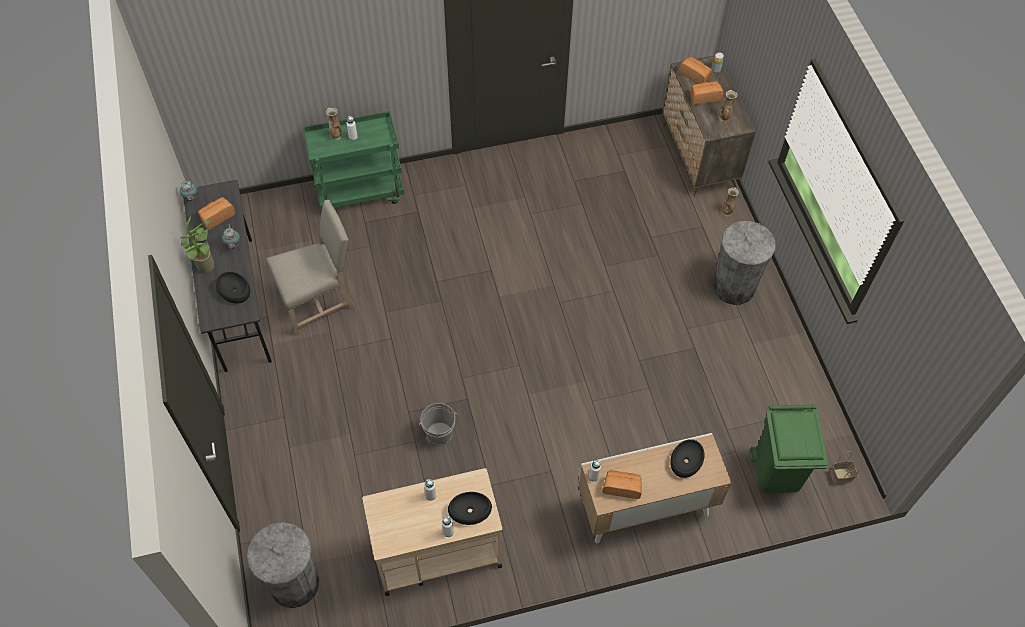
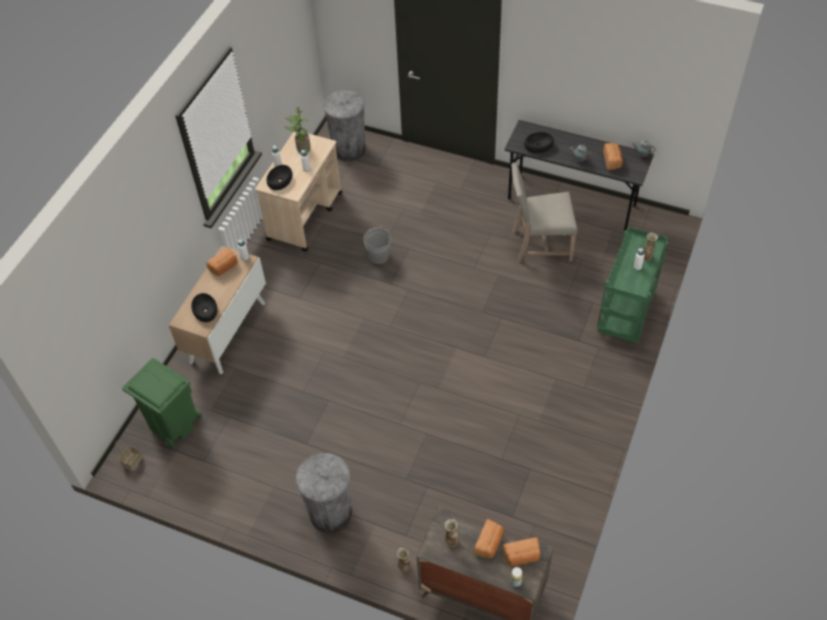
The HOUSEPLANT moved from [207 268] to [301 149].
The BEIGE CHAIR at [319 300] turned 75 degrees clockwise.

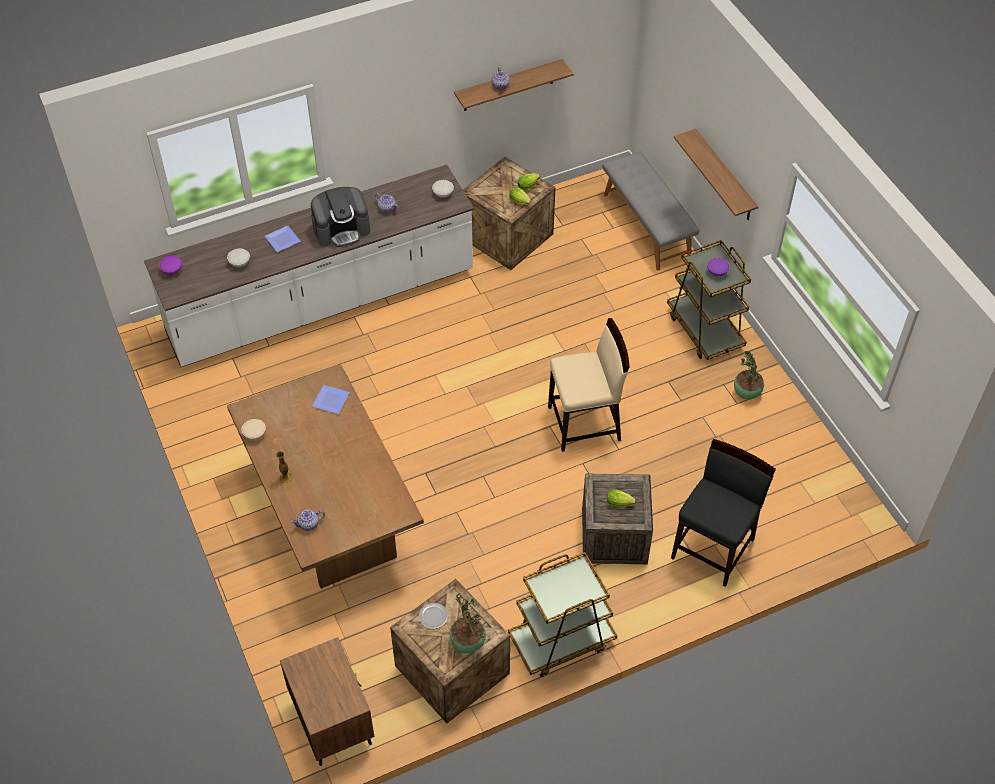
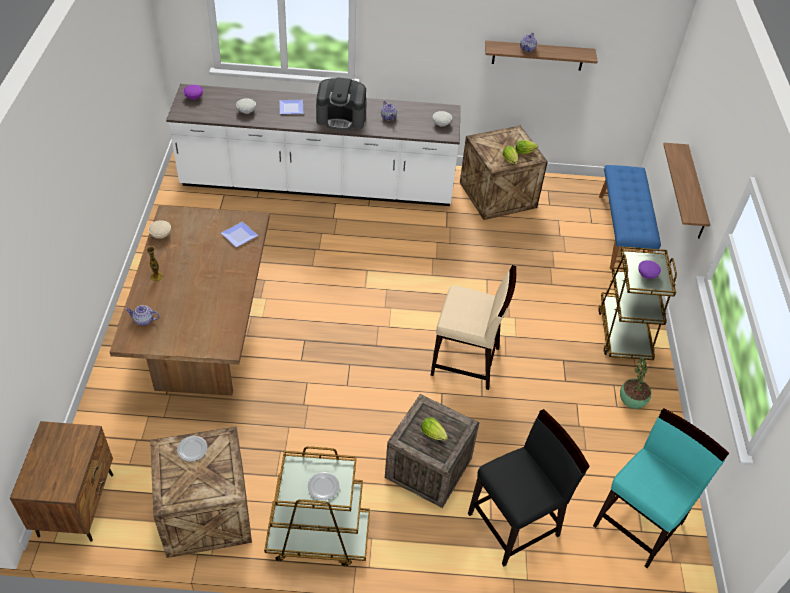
The HOUSEPLANT at [467 642] disappeared.
The GREYISH LONG SEAT at [647 226] became the BLUISH LONG SEAT at [622 232].
The DINNER PLATE at [323 487] appeared.
The TURQUOISE CHAIR at [639 524] appeared.

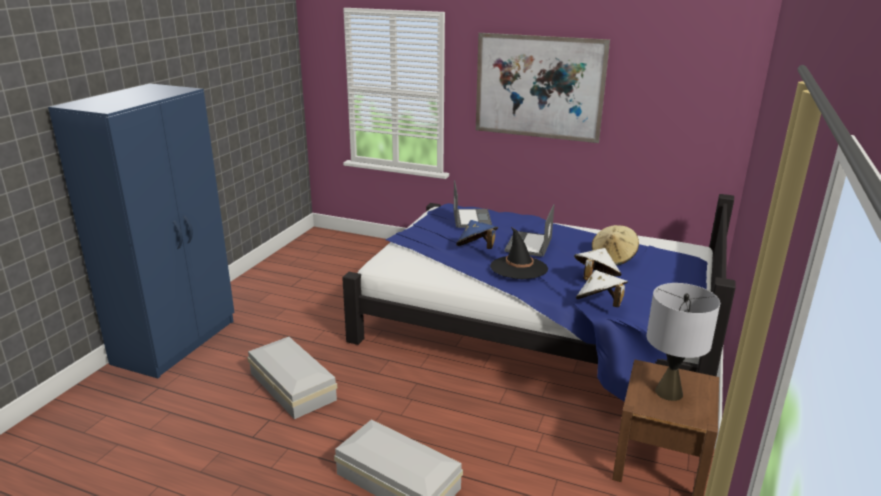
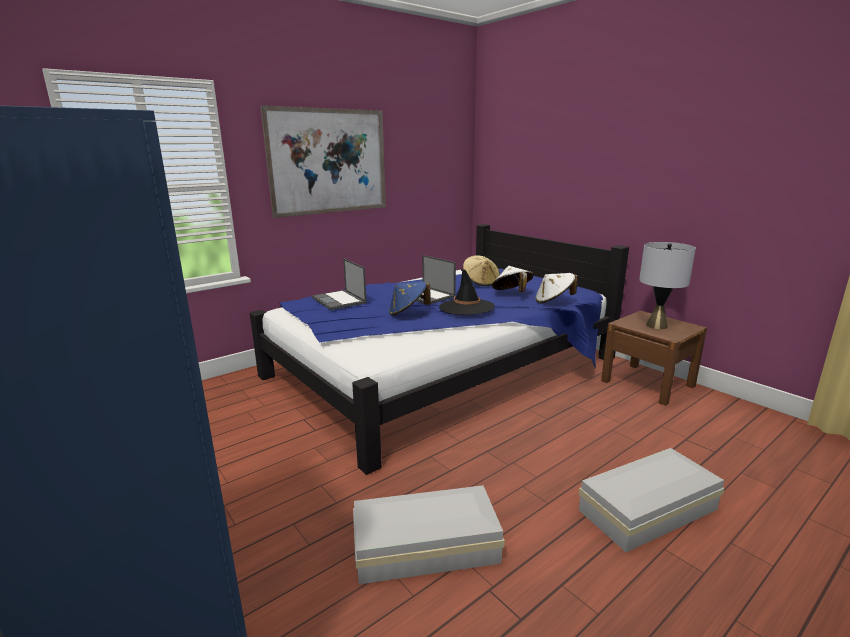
The PORTABLE COMPUTER at [471 218] turned 150 degrees counterclockwise.

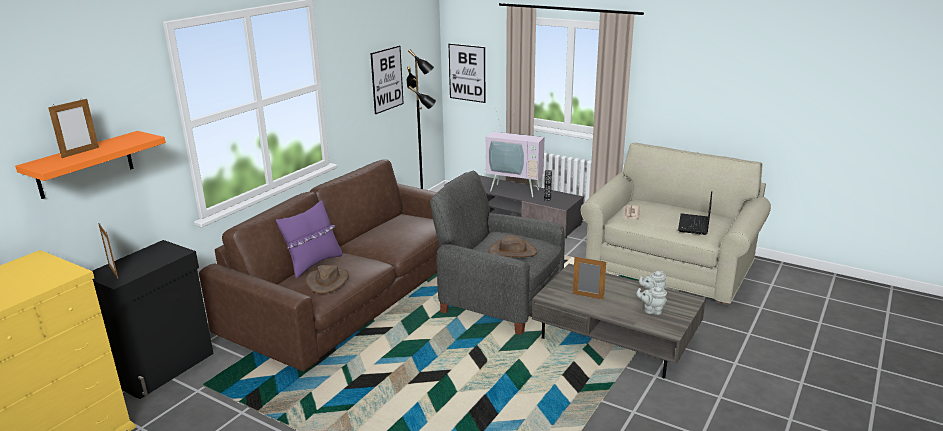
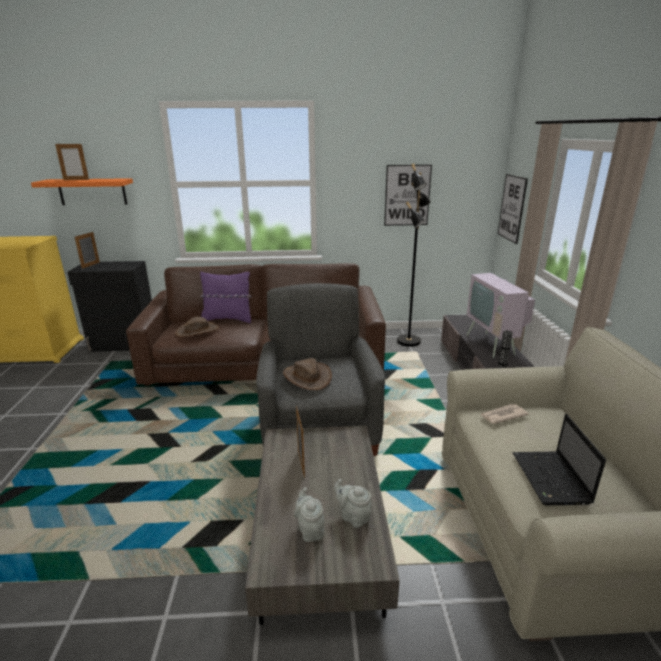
The PORTABLE COMPUTER at [694 225] turned 75 degrees counterclockwise.

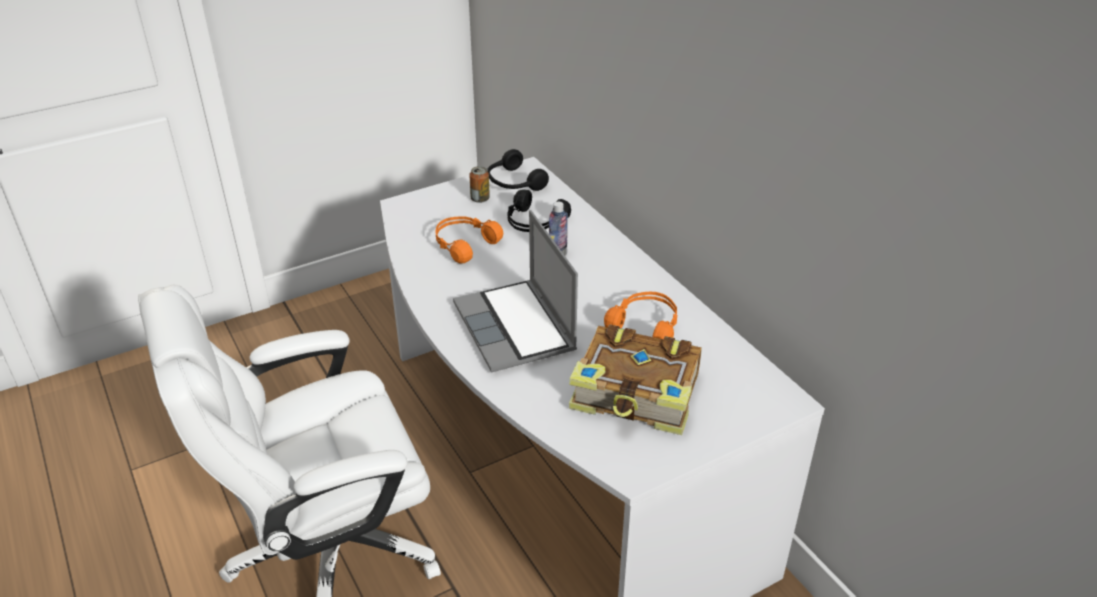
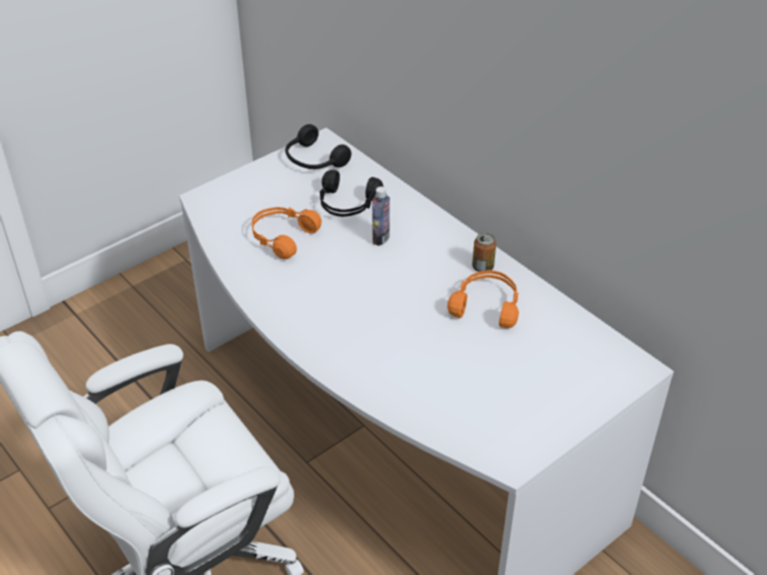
The PORTABLE COMPUTER at [516 328] disappeared.
The CAN moved from [480 199] to [483 267].
The BOOK at [637 394] disappeared.

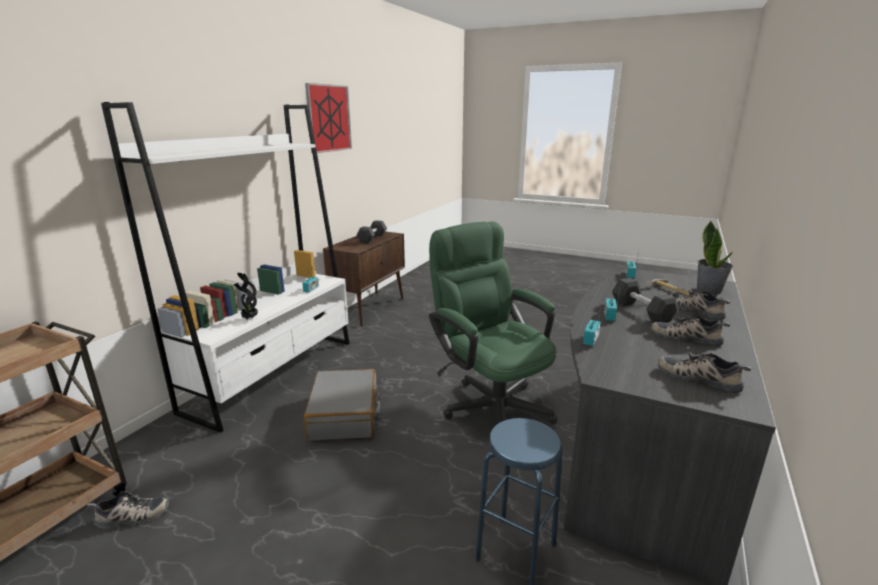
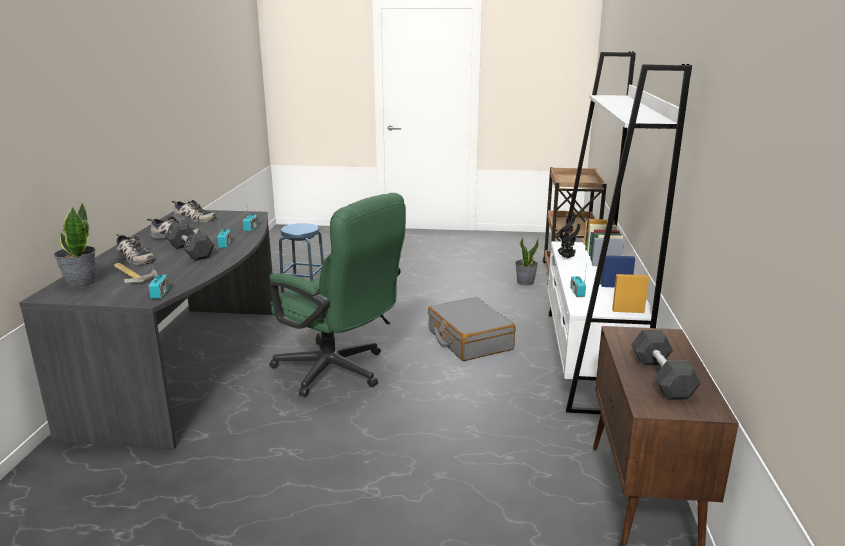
The LOW SHOE at [131 517] was replaced by the HOUSEPLANT at [525 282].
The WALL ART at [329 118] disappeared.

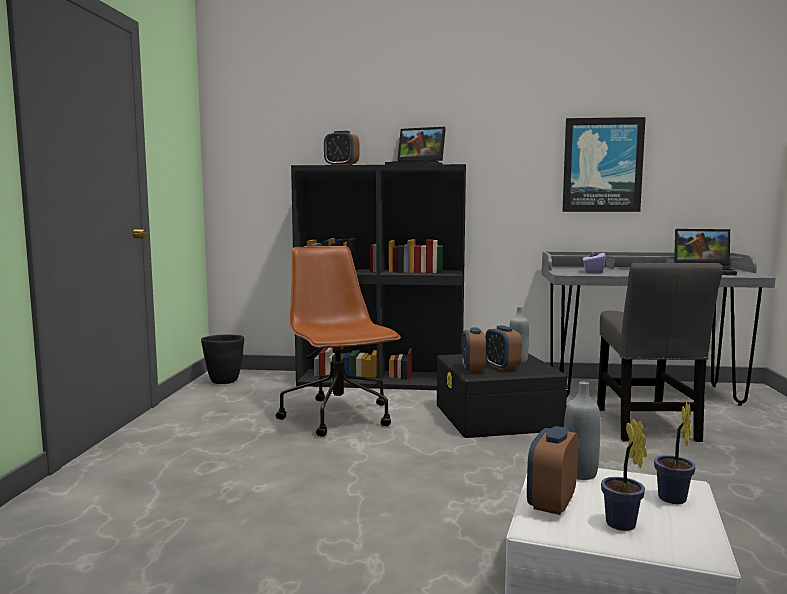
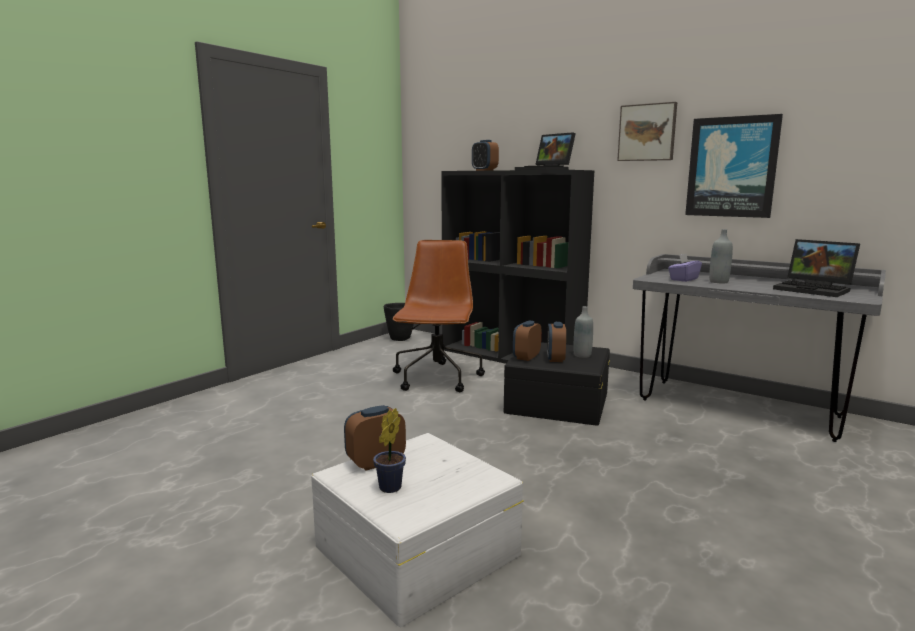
The GREYISH BEVERAGE BOTTLE moved from [579 473] to [718 282].
The GREYISH CHAIR at [646 426] disappeared.
The HOUSEPLANT at [672 500] disappeared.
The WALL ART at [647 132] appeared.

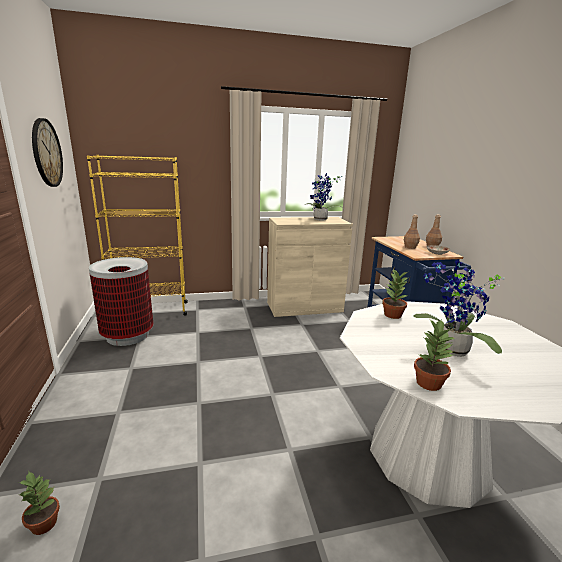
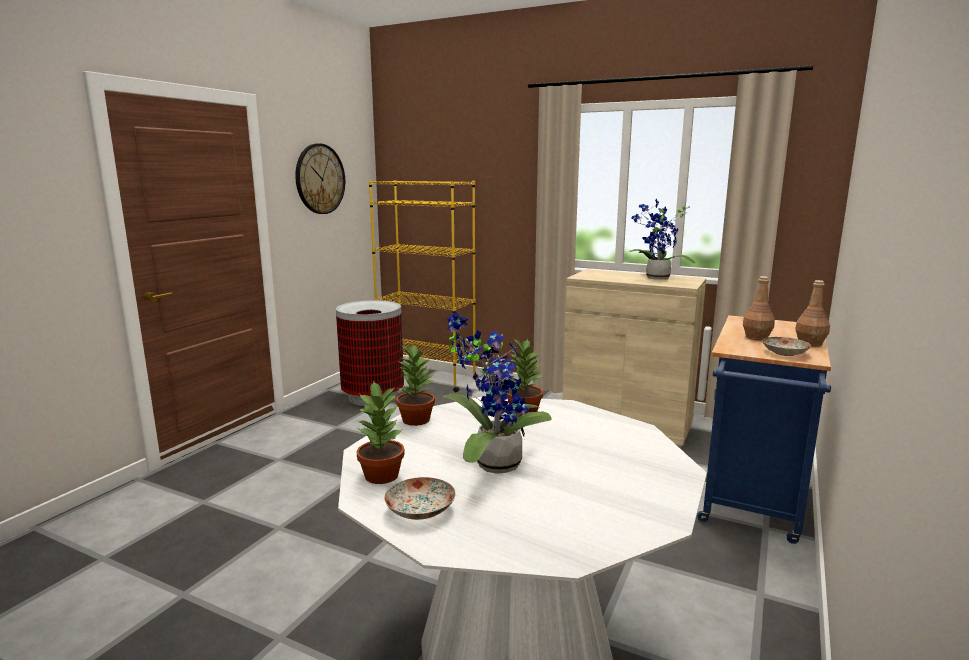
The HOUSEPLANT moved from [43 523] to [415 419].
The DINNER PLATE at [420 511] appeared.

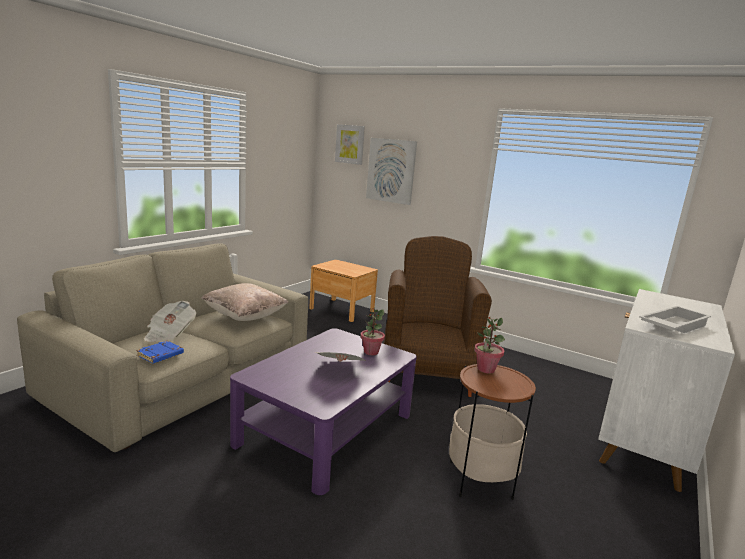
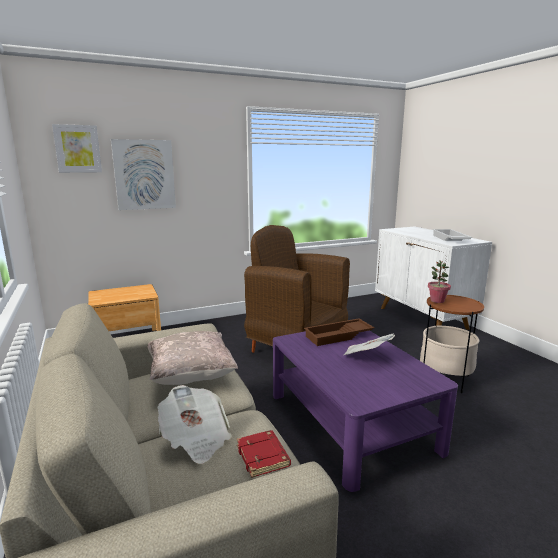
The BLUISH BOOK at [160 355] became the RED-COLOURED BOOK at [263 456].
The HOUSEPLANT at [371 352] was replaced by the BROWNISH SERVING TRAY at [338 336].

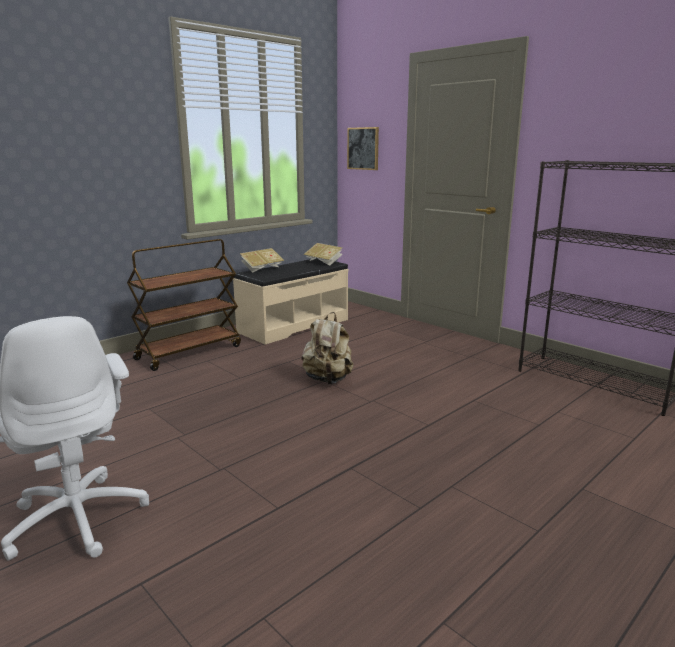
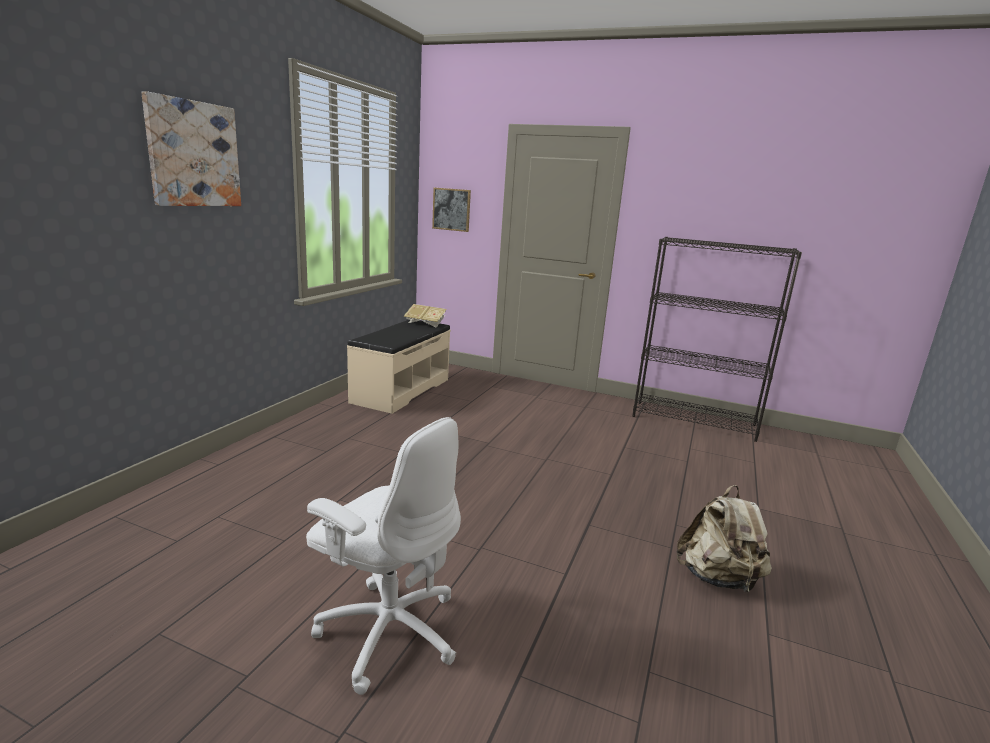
The BROWNISH WHEELED CART at [189 352] disappeared.
The BOOK at [262 268] disappeared.
The BEIGE BACKPACK moved from [328 380] to [718 578].
The WALL ART at [193 154] appeared.

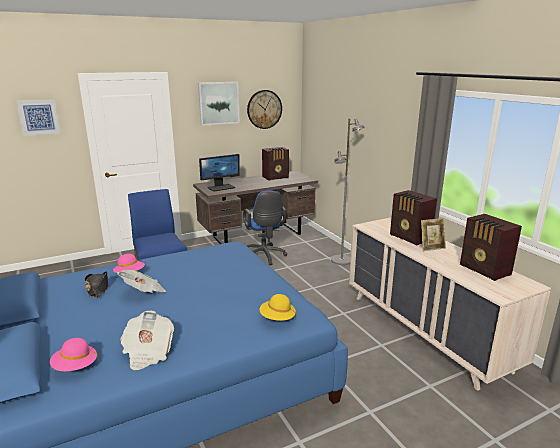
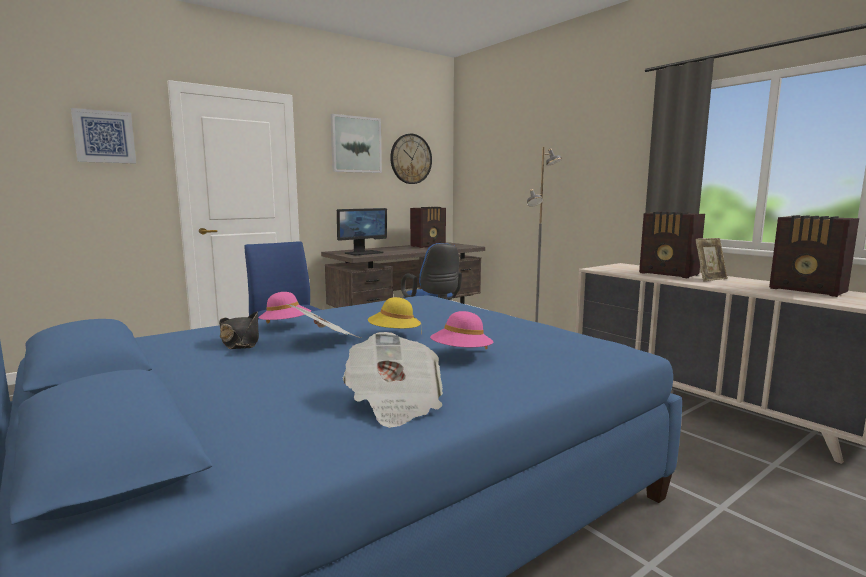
The PINK HAT moved from [75 366] to [461 354].
The YELLOW-COLOURED HAT moved from [277 318] to [394 334].

